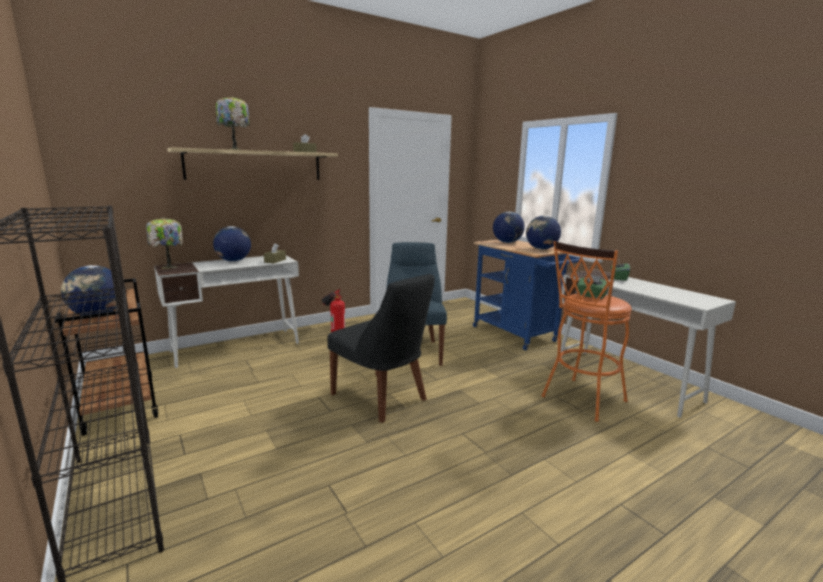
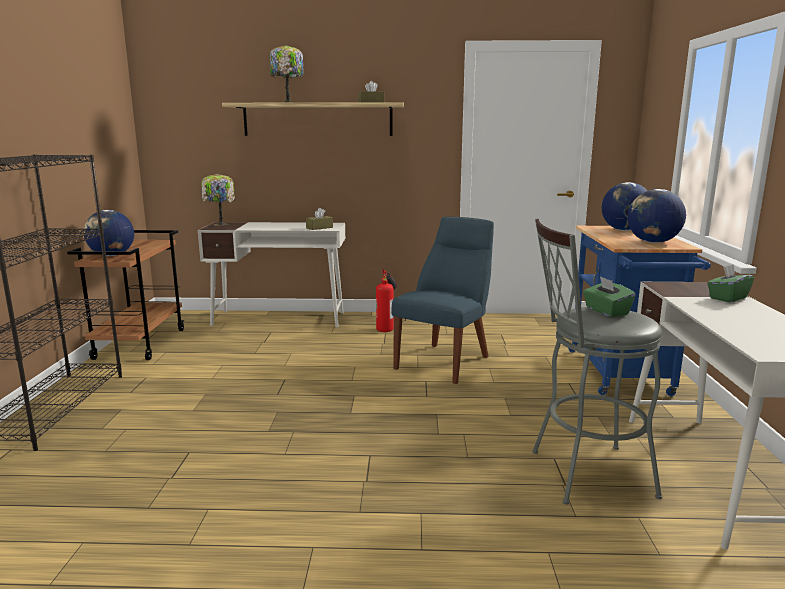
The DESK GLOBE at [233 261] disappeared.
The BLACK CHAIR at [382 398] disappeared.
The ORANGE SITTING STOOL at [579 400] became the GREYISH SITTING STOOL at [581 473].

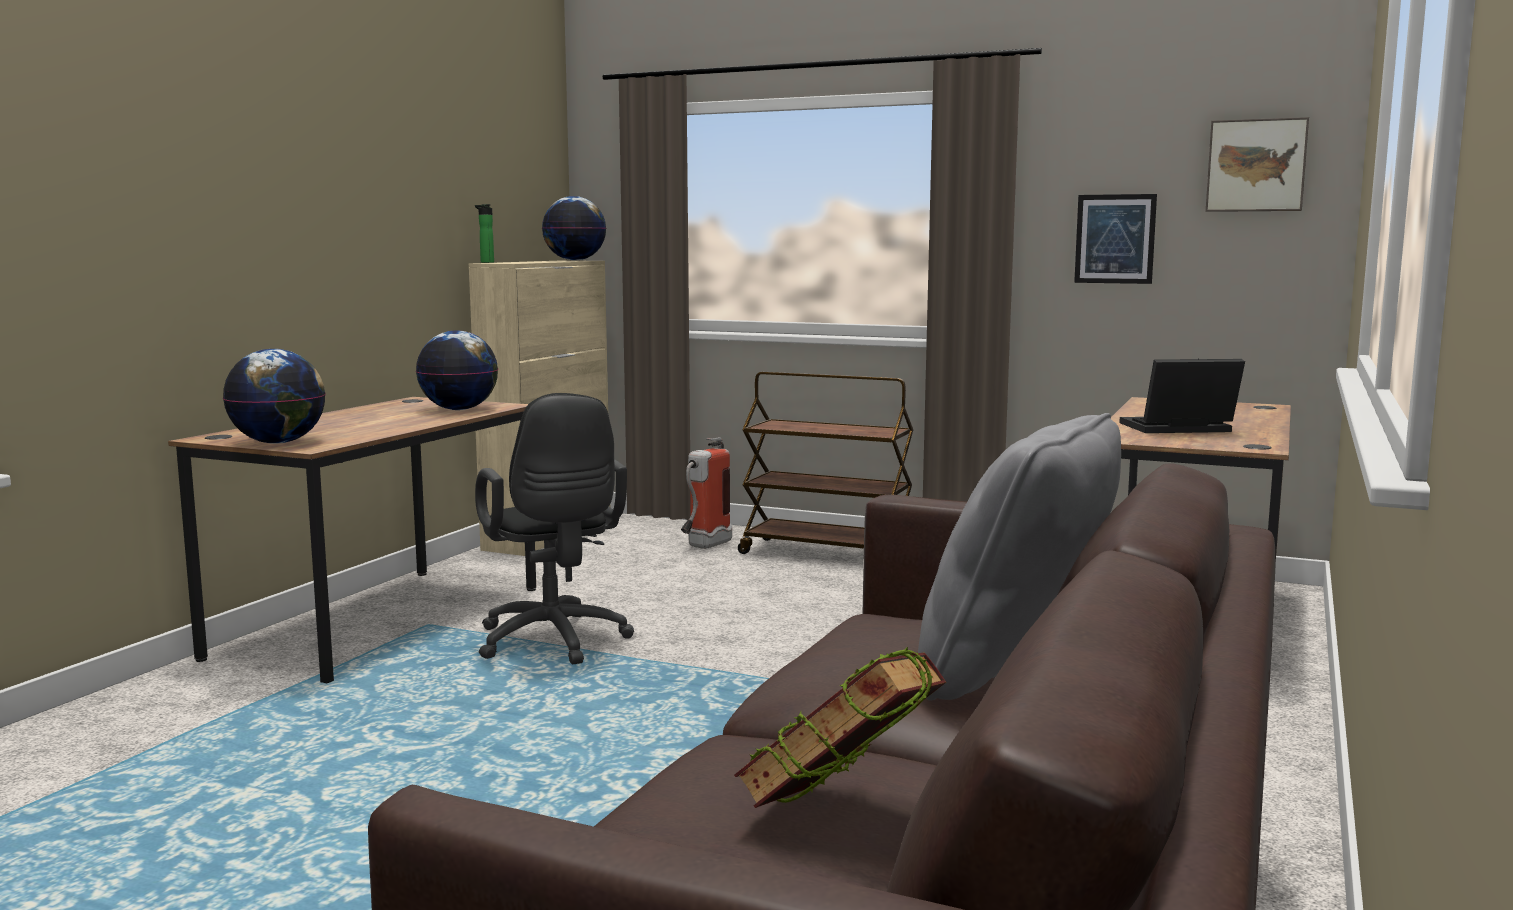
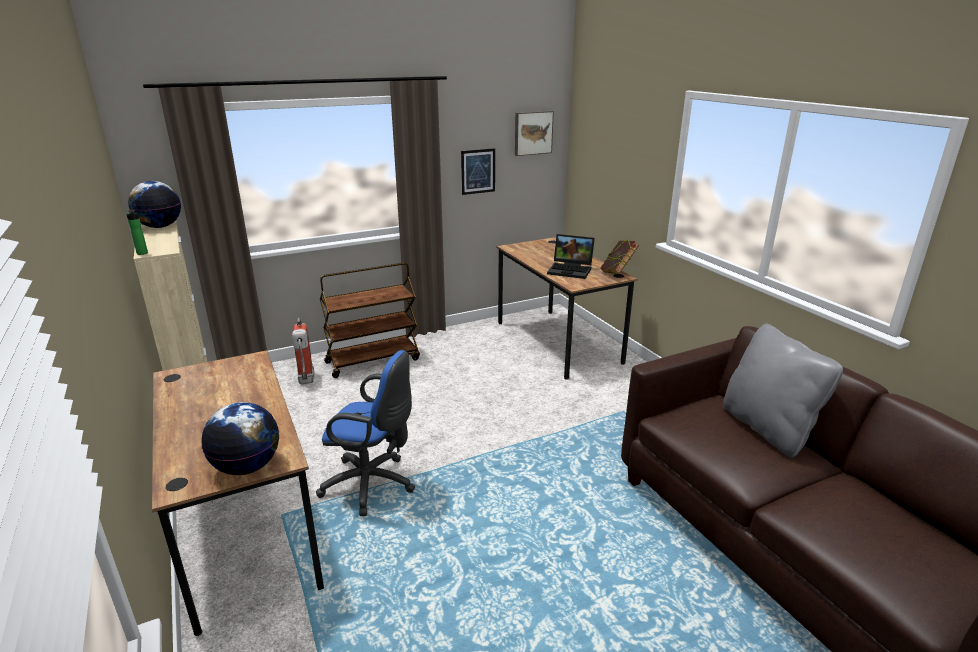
The DESK GLOBE at [459 409] disappeared.
The BLACK DESK CHAIR at [554 643] became the BLUISH DESK CHAIR at [373 485].
The BOOK moved from [842 816] to [617 273].
The PORTABLE COMPUTER at [1176 429] turned 105 degrees counterclockwise.

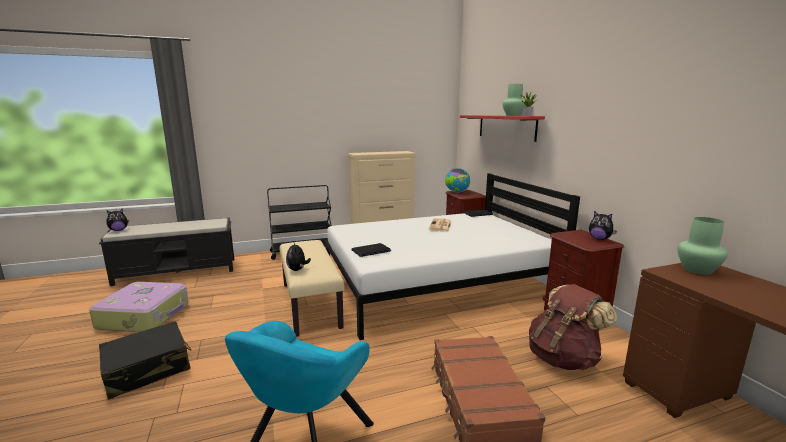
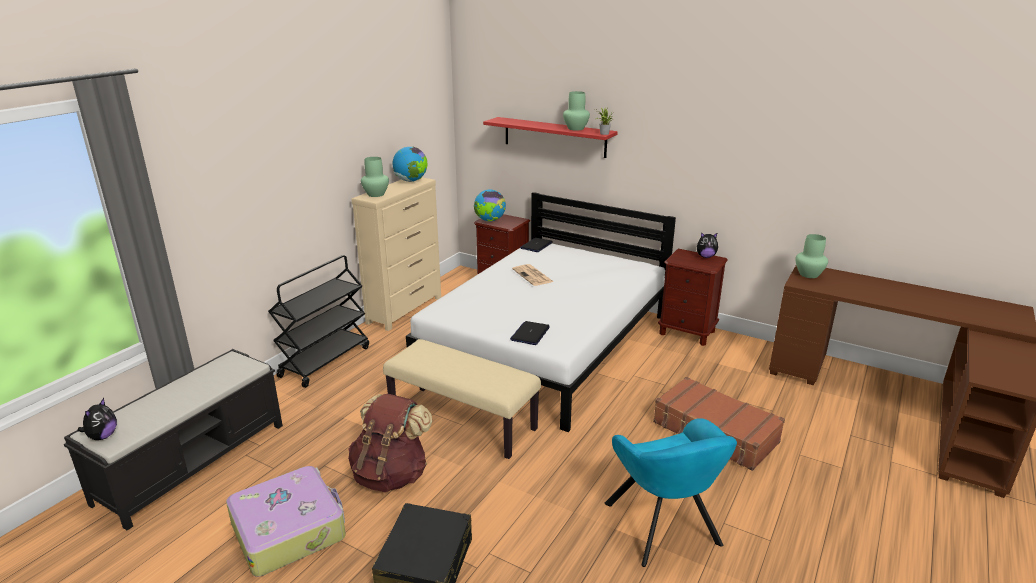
The CUDDLY TOY at [297 269] disappeared.
The BROWNISH BACKPACK moved from [563 359] to [391 475].
The GREEN-COLOURED FLOWER VASE at [376 194] appeared.
The DESK GLOBE at [411 181] appeared.

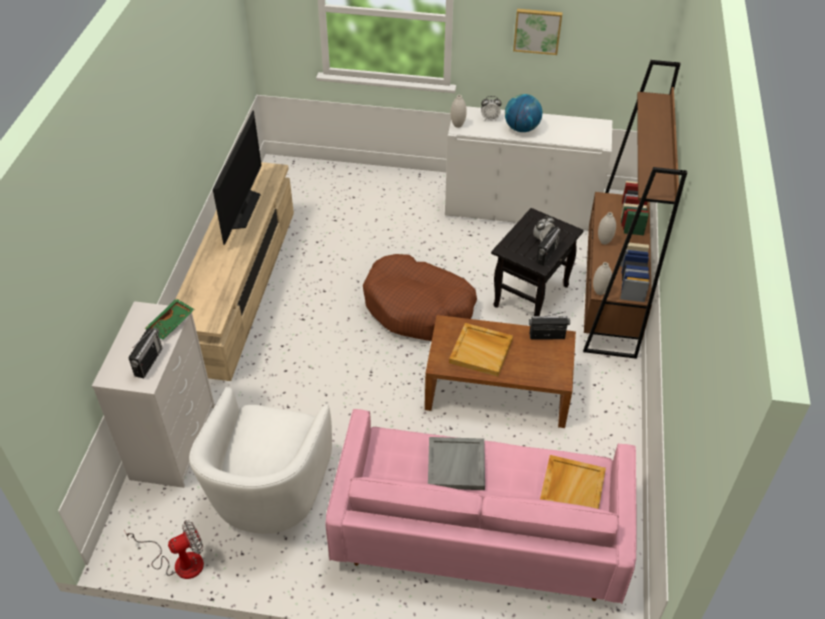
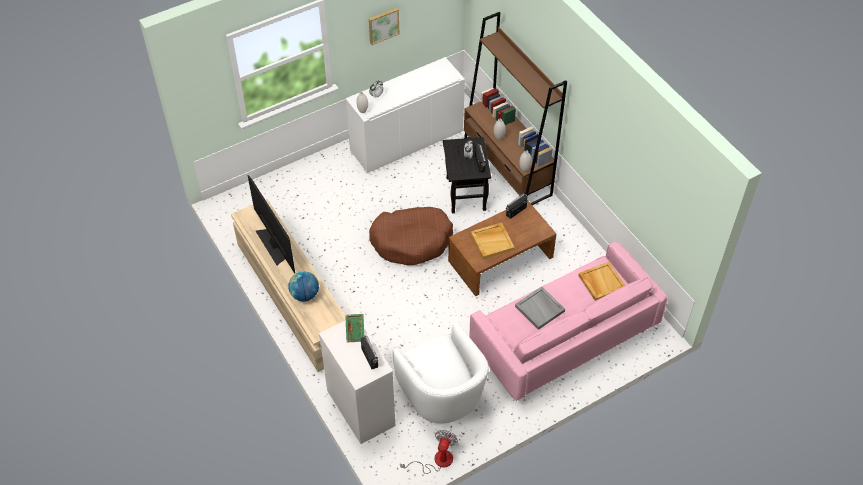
The DESK GLOBE moved from [521 128] to [305 295].

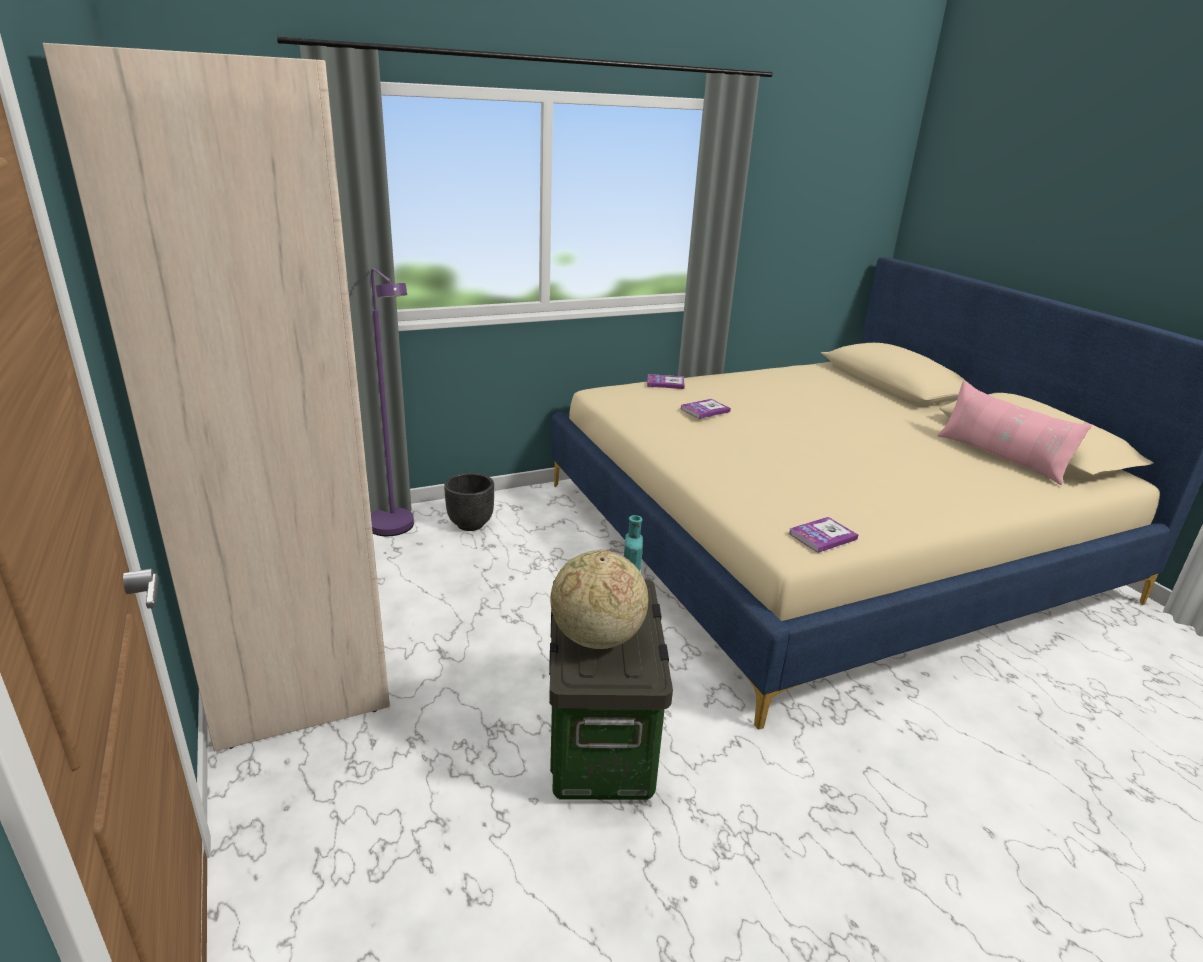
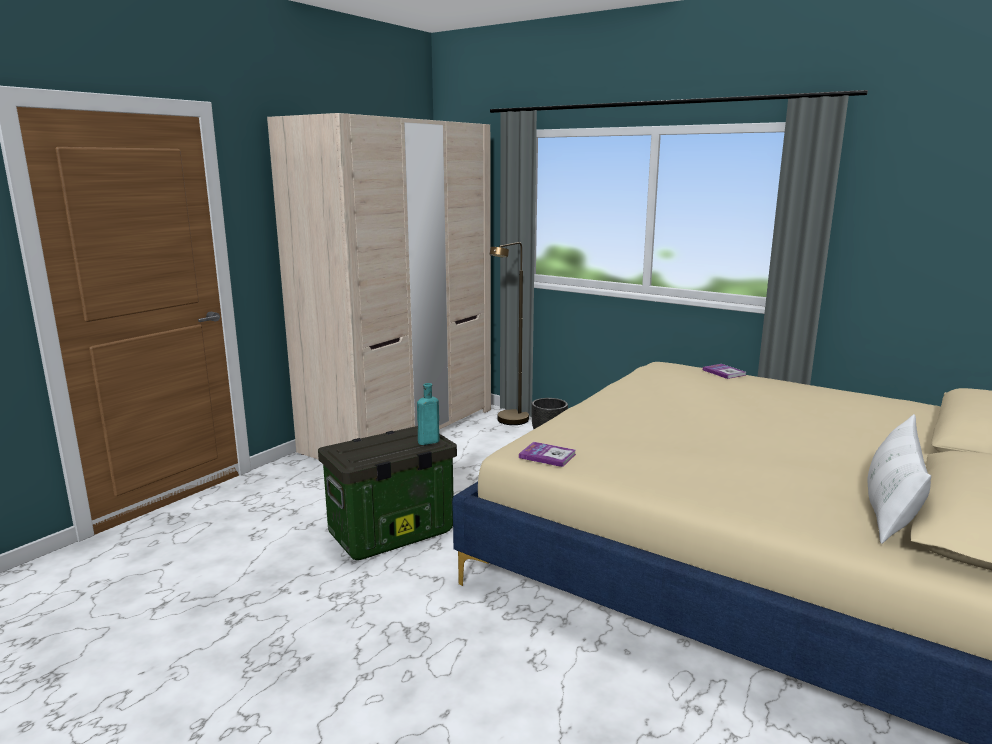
The PURPLISH STANDARD LAMP at [396 530] became the BROWNISH STANDARD LAMP at [509 422].
The DESK GLOBE at [596 638] disappeared.
The BOOK at [705 410] disappeared.
The PINK PILLOW at [1000 457] became the WHITE-COLOURED PILLOW at [890 508].

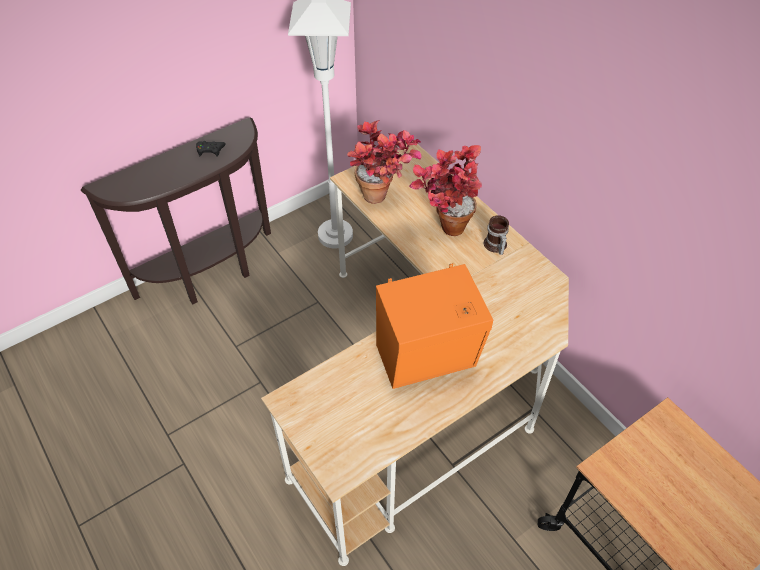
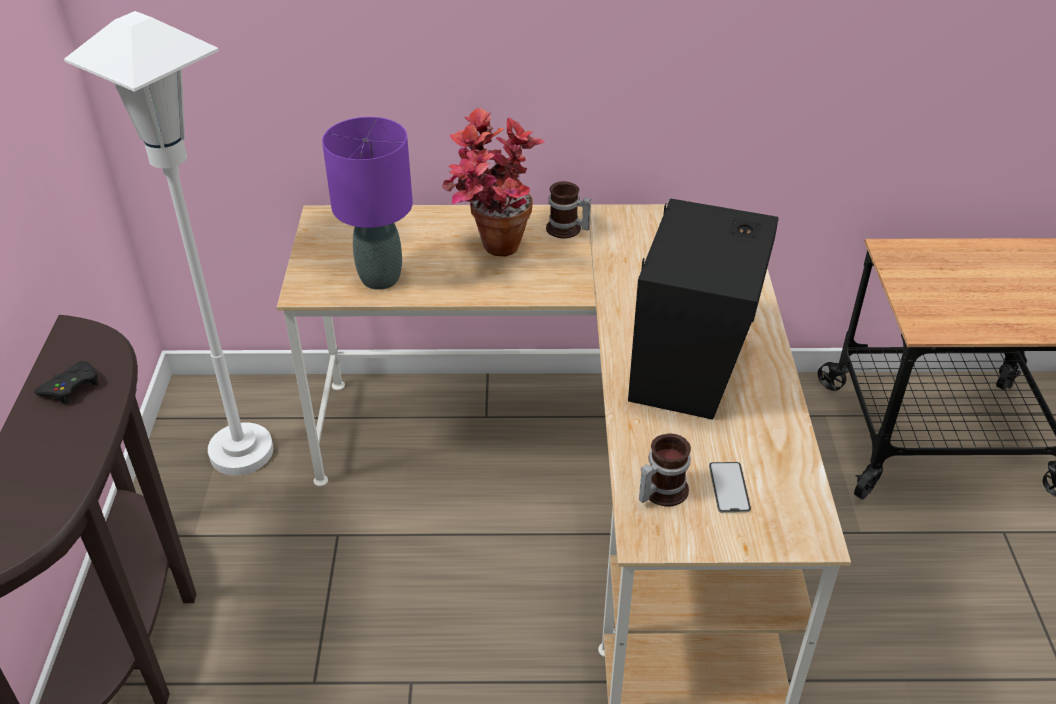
The HOUSEPLANT at [383 198] was replaced by the PURPLISH TABLE LAMP at [380 278].
The ORANGE LOUDSPEAKER at [429 359] became the BLACK LOUDSPEAKER at [692 366].
The COFFEE MUG at [660 490] appeared.
The PHONE at [729 487] appeared.

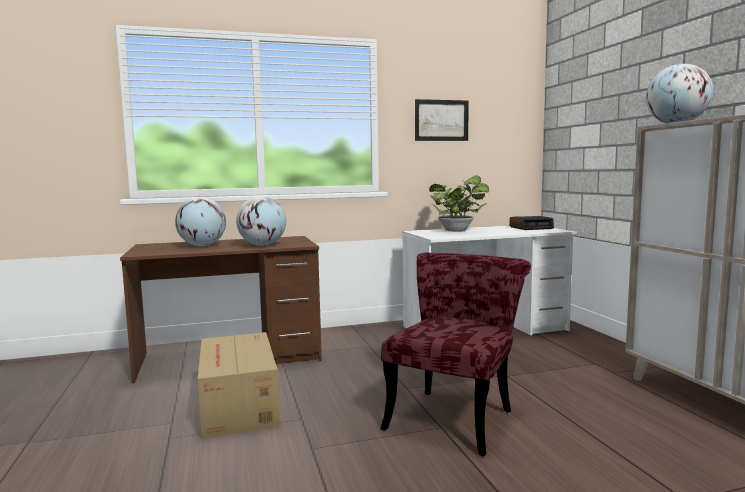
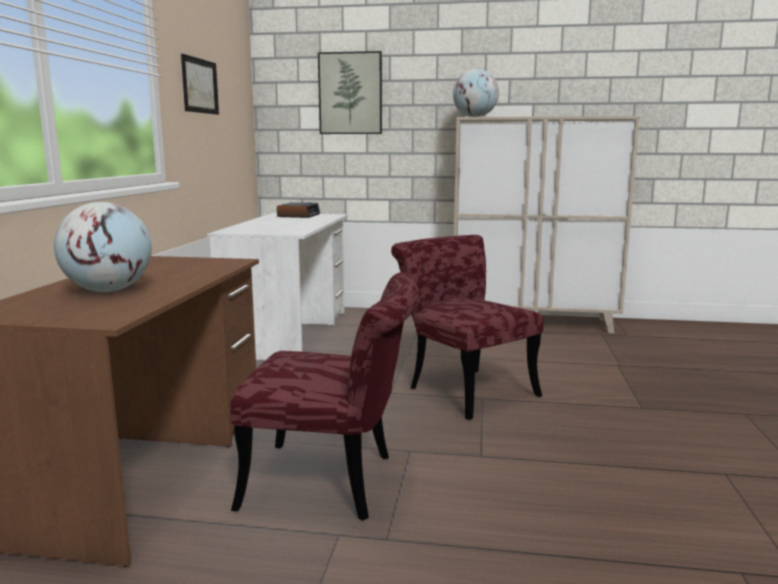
The CARDBOARD BOX at [238 406] was replaced by the RED-COLOURED CHAIR at [335 482].
The DESK GLOBE at [262 245] disappeared.
The HOUSEPLANT at [458 231] disappeared.
The WALL ART at [350 93] appeared.

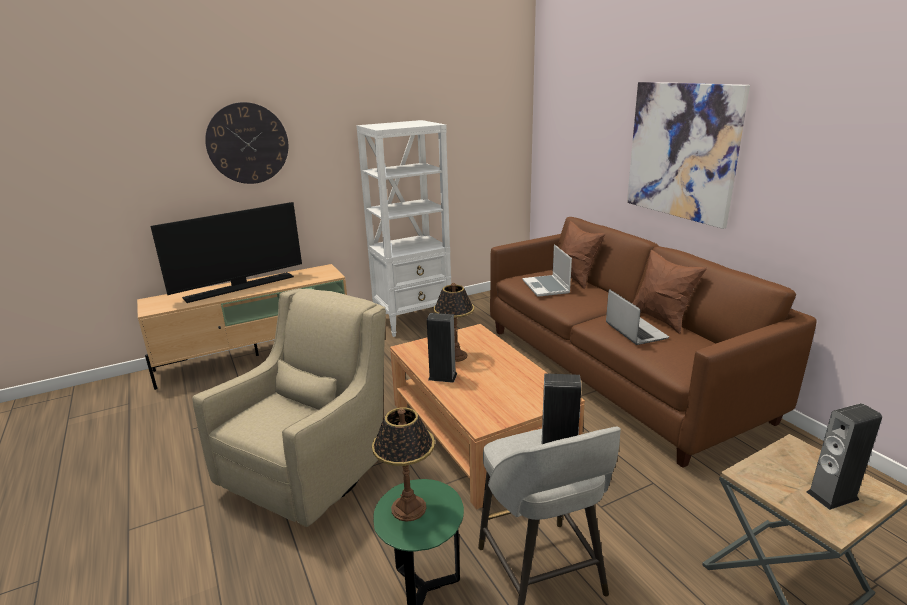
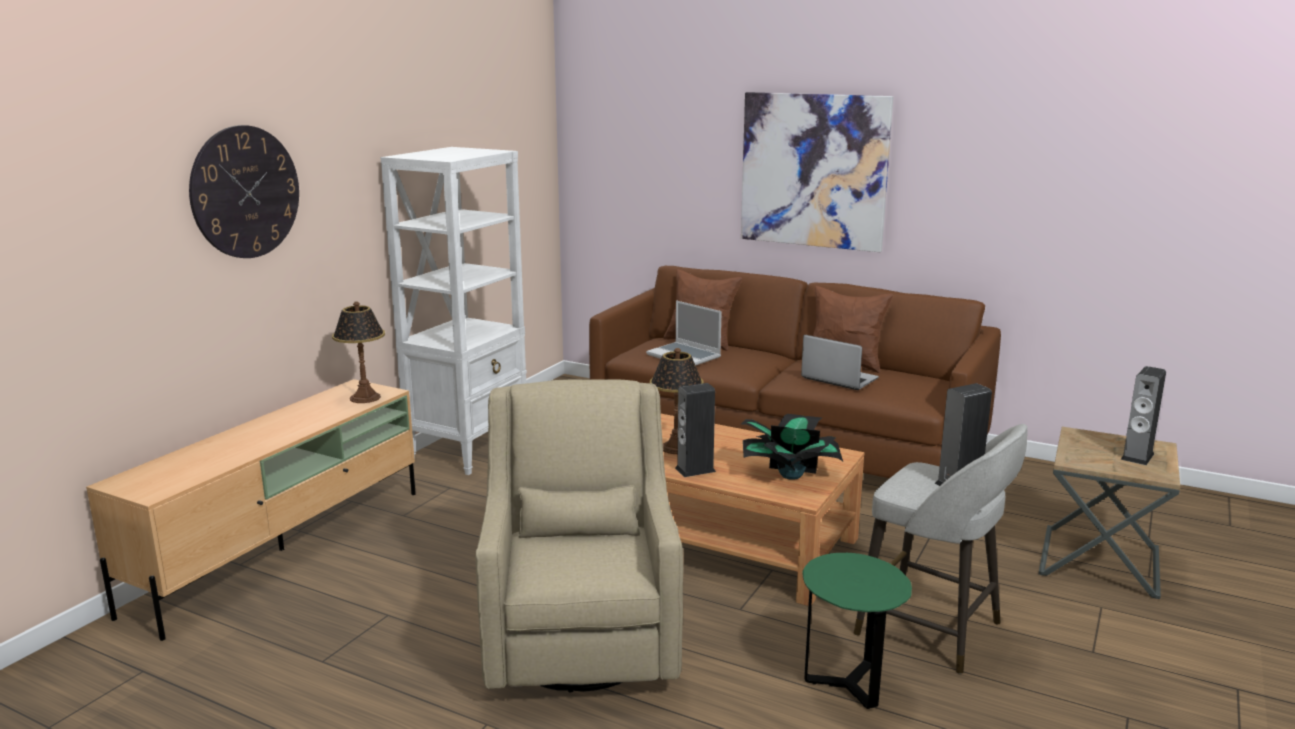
The TV SET at [240 287] disappeared.
The TABLE LAMP moved from [408 508] to [364 398].
The HOUSEPLANT at [789 475] appeared.

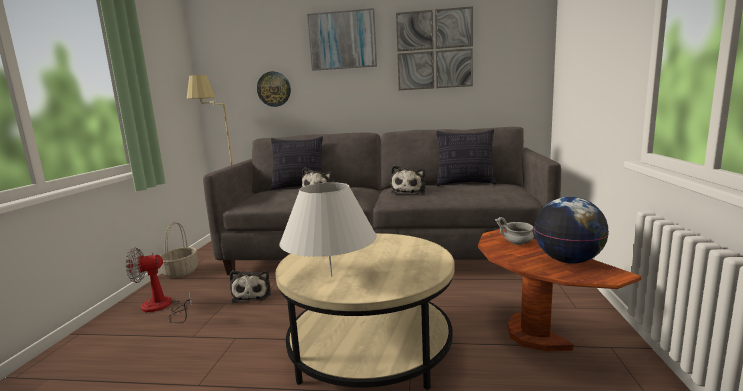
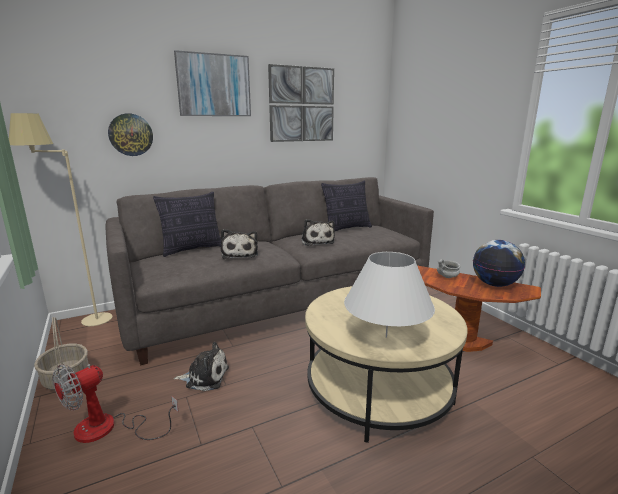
The CUDDLY TOY at [252 294] turned 45 degrees counterclockwise.

